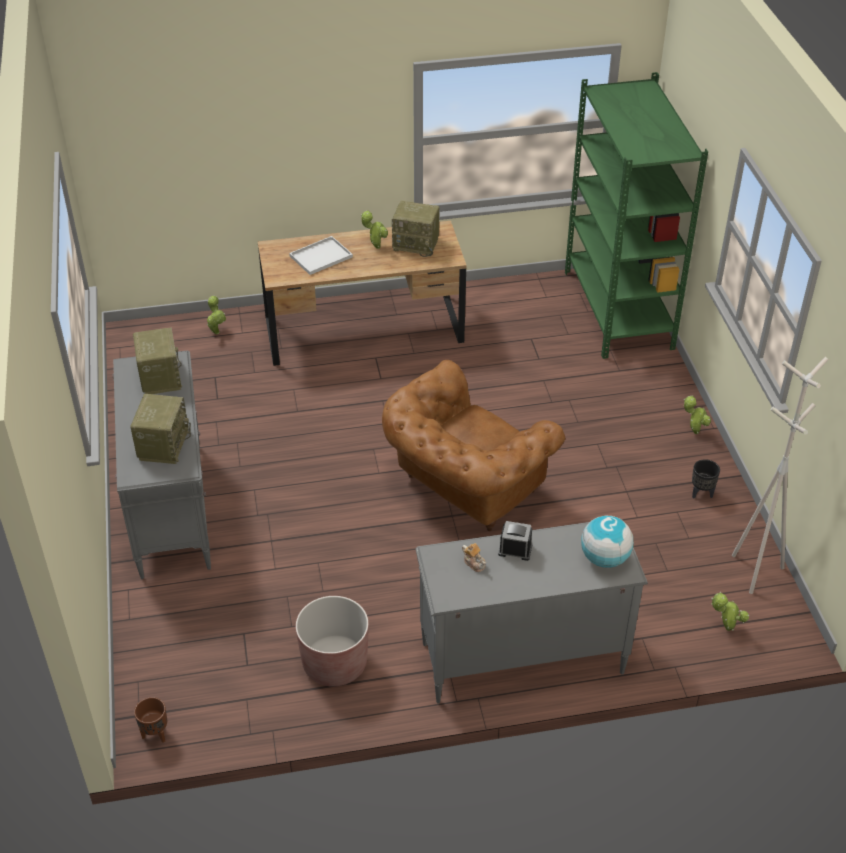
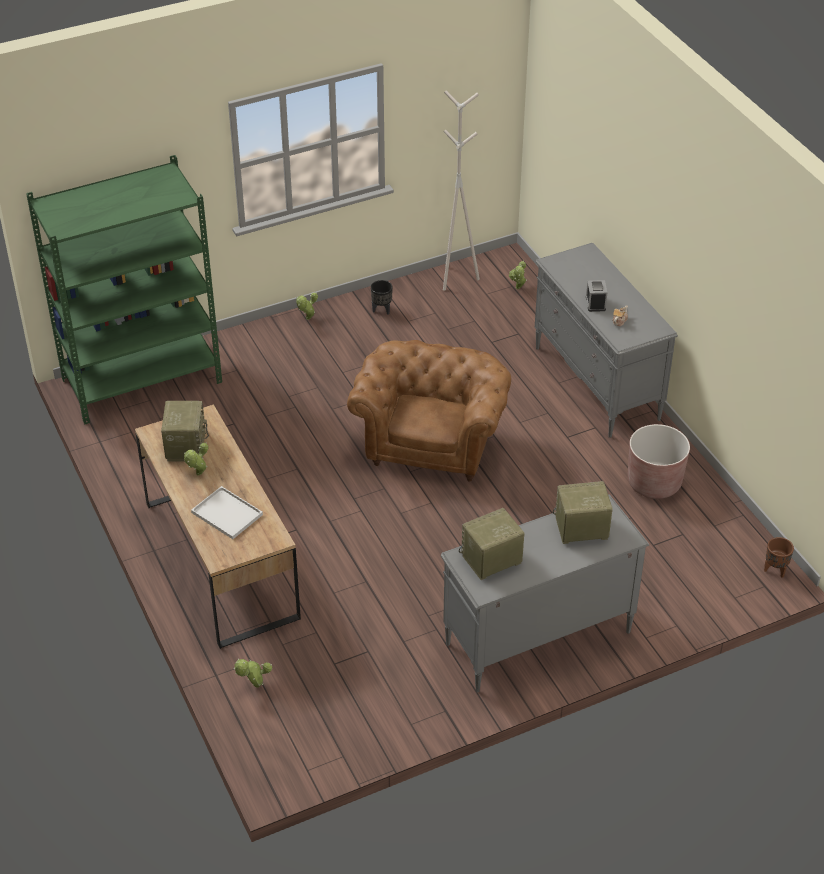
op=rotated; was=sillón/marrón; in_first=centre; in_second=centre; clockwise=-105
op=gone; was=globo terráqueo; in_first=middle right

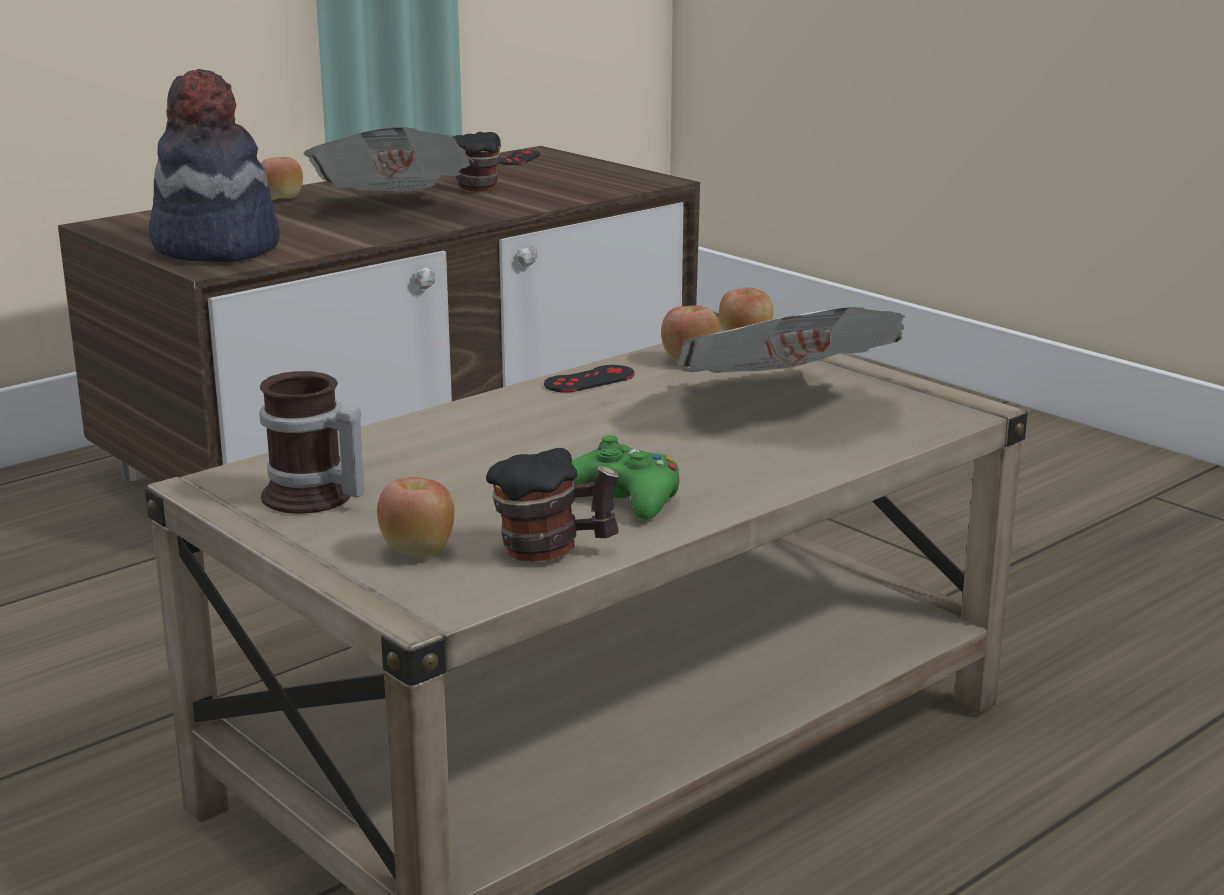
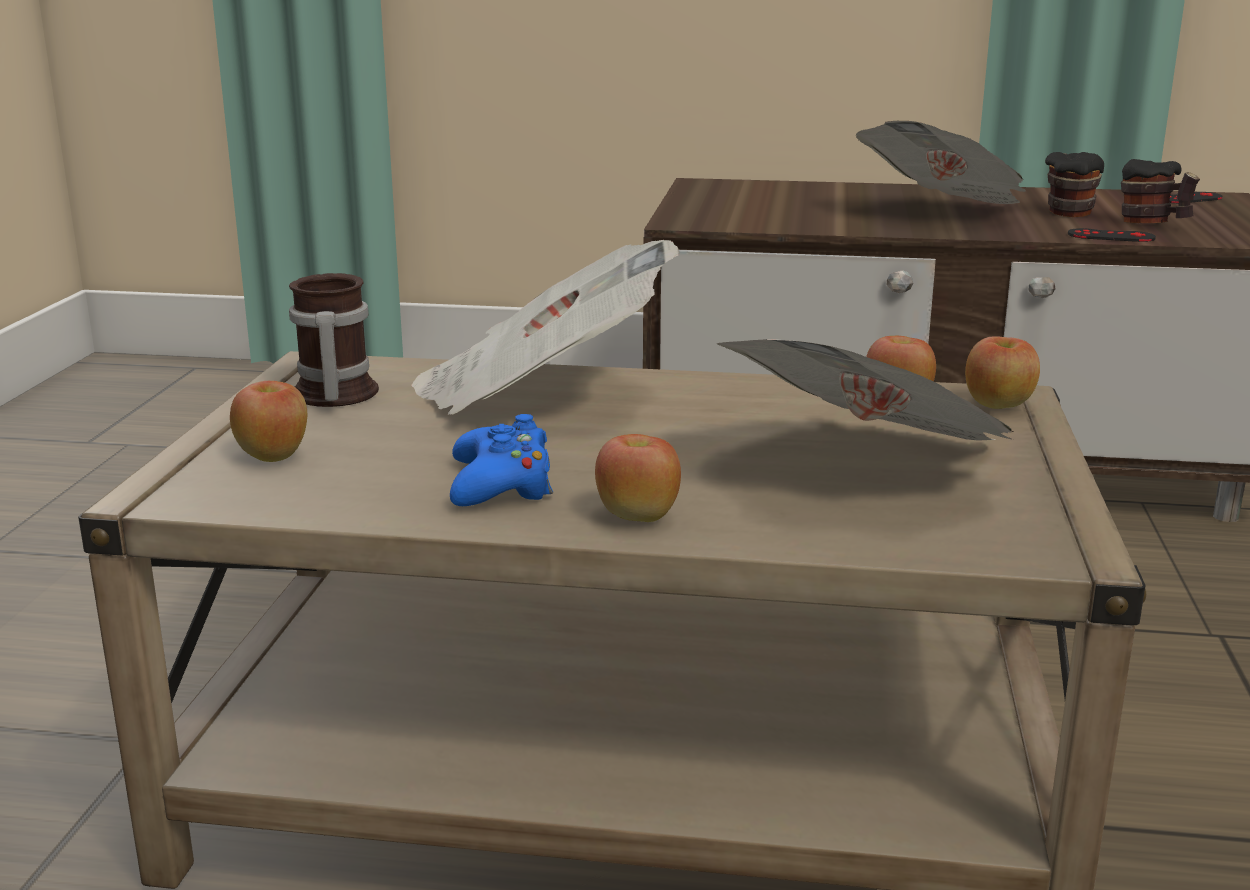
op=gone; was=sombrero; in_first=top left
op=shifted; was=manzana (no. 1 from left in the first image); now=manzana (no. 2 from left); in_first=top left; in_second=centre
op=shifted; was=taza grande (no. 3 from left); in_first=centre; in_second=top right
op=shifted; was=mando de consola/negro (no. 2 from left in the first image); now=mando de consola/negro (no. 1 from left); in_first=centre; in_second=top right
op=repainted; was=mando de consola/verde; now=mando de consola/azul; in_first=centre; in_second=centre
op=new; now=periódico (no. 1 from left); in_second=centre

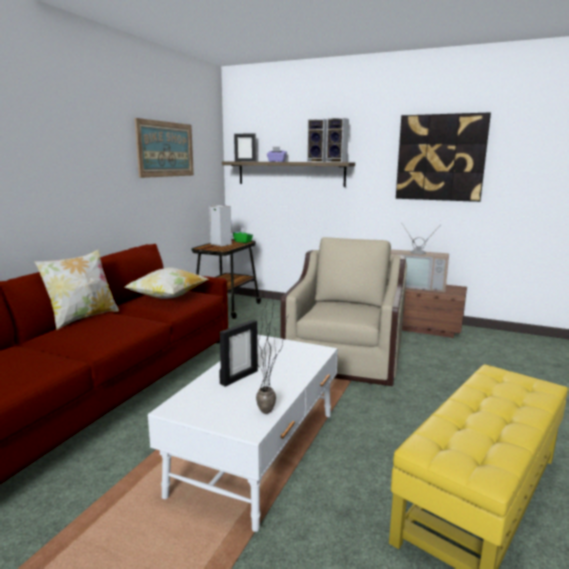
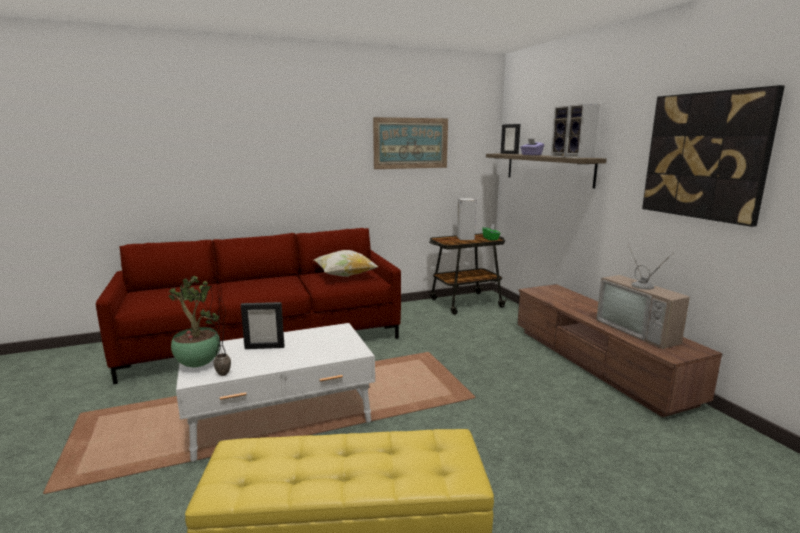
op=gone; was=cojín (no. 1 from left); in_first=middle left
op=gone; was=sillón/beis; in_first=centre
op=new; now=planta en maceta (no. 1 from left); in_second=middle left

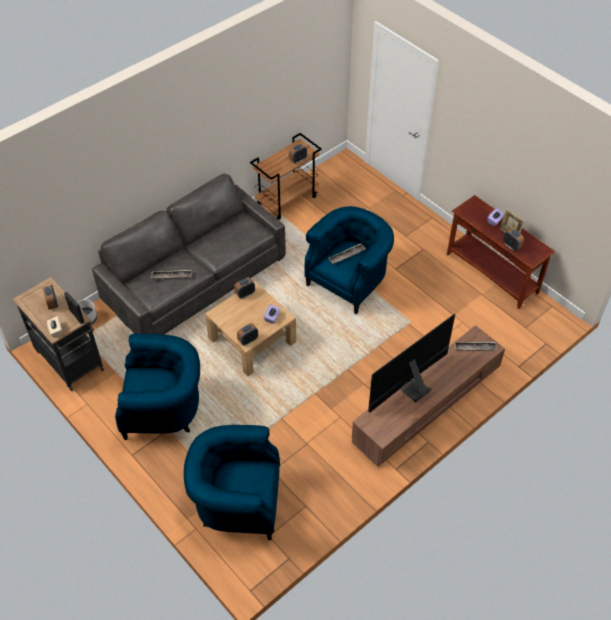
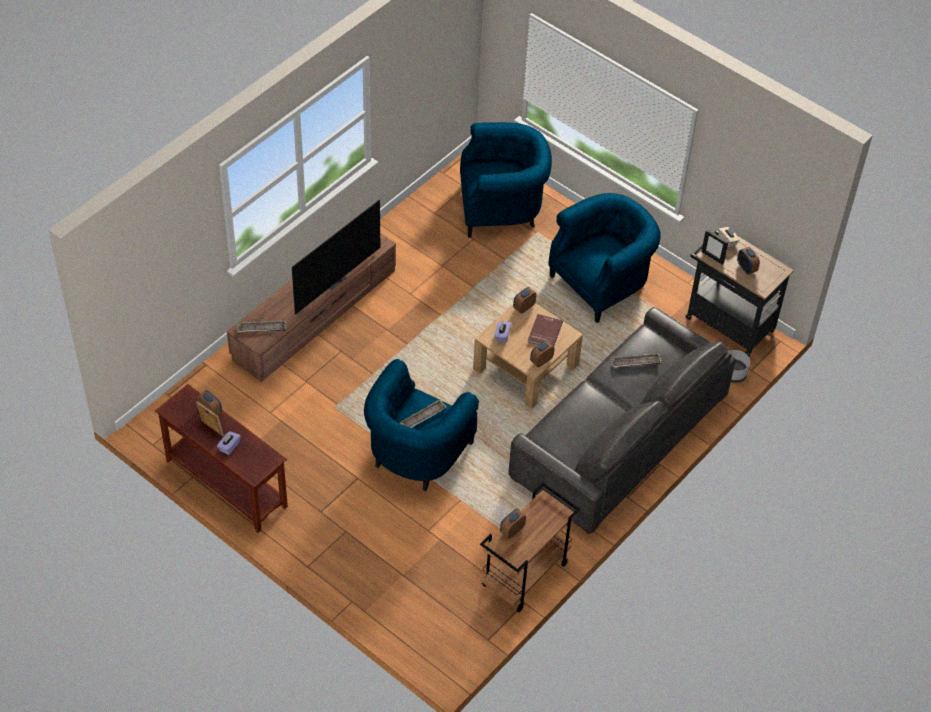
op=rotated; was=sillón/azul (no. 1 from left in the first image); in_first=middle left; in_second=centre; clockwise=150
op=new; now=libro/rojo; in_second=centre

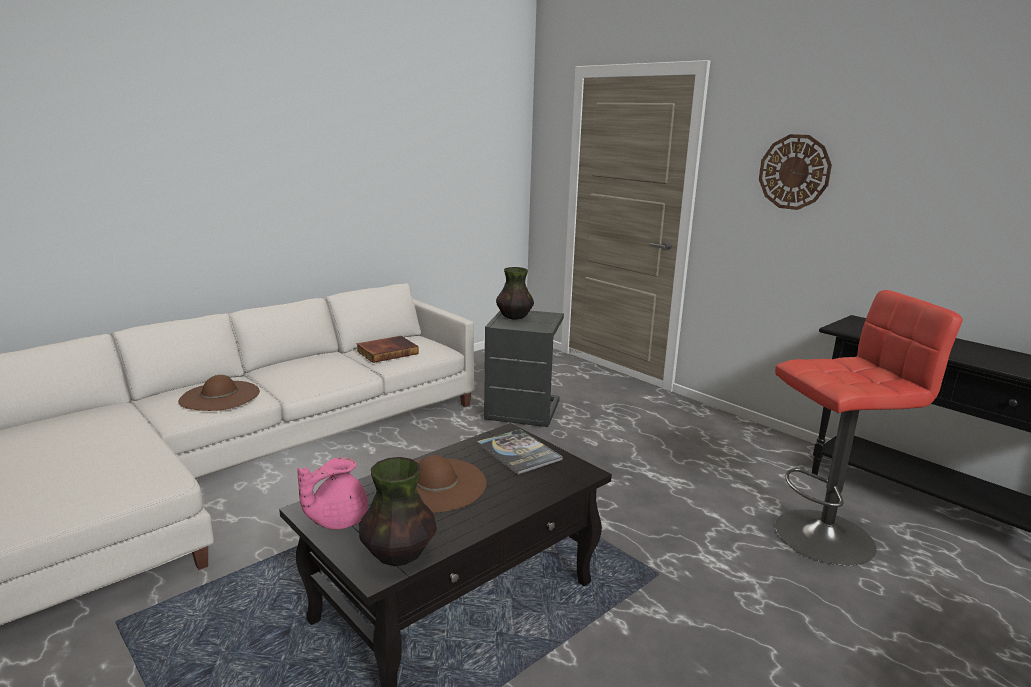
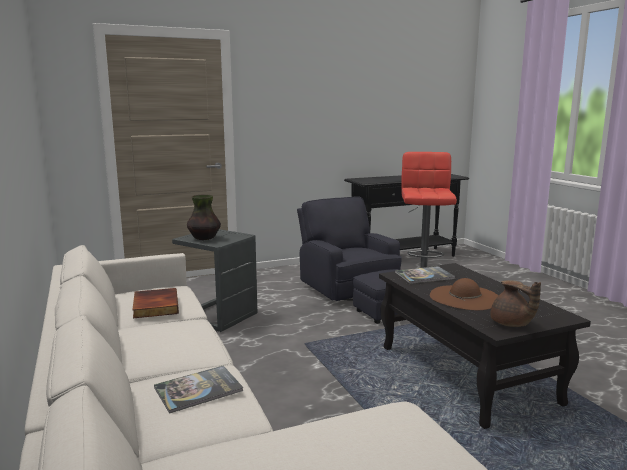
op=swapped; was=sombrero/marrón (no. 1 from left); now=libro (no. 2 from left); in_first=middle left; in_second=bottom left
op=repainted; was=tetera/rosa; now=tetera/marrón; in_first=bottom left; in_second=middle right
op=gone; was=florero (no. 1 from left); in_first=bottom centre
op=gone; was=reloj de pared; in_first=top right
op=new; now=sillón/negro; in_second=centre

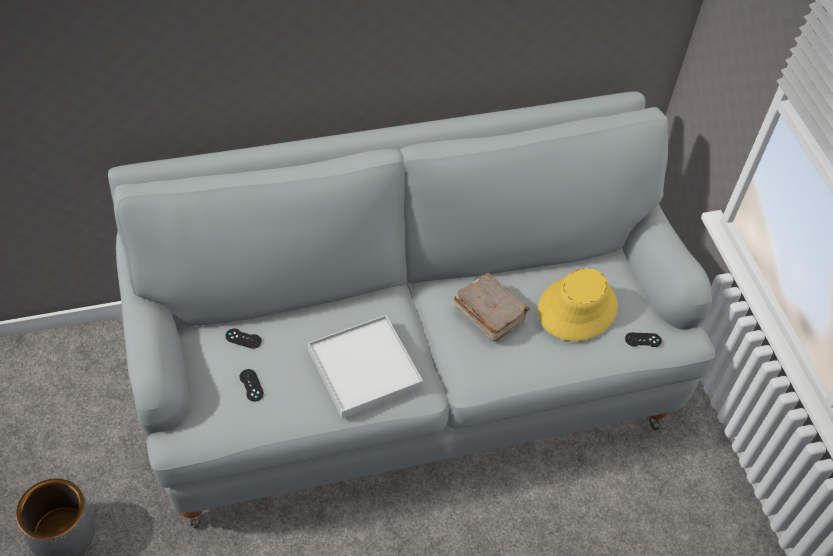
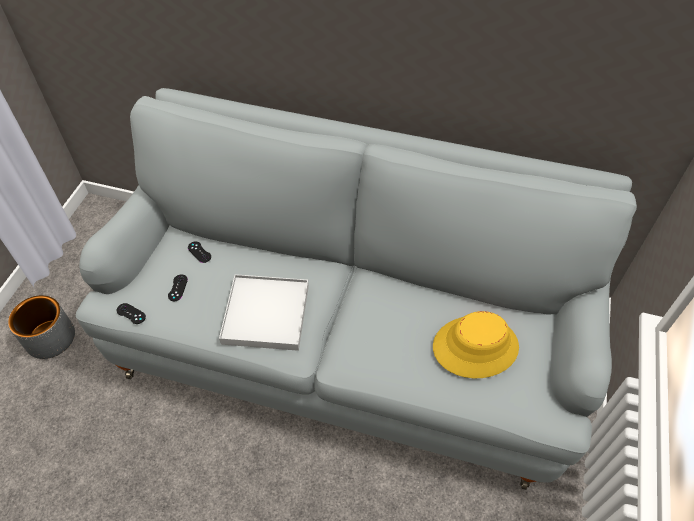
op=gone; was=libro/marrón; in_first=centre
op=shifted; was=mando de consola/negro (no. 3 from left in the first image); now=mando de consola/negro (no. 1 from left); in_first=middle right; in_second=middle left

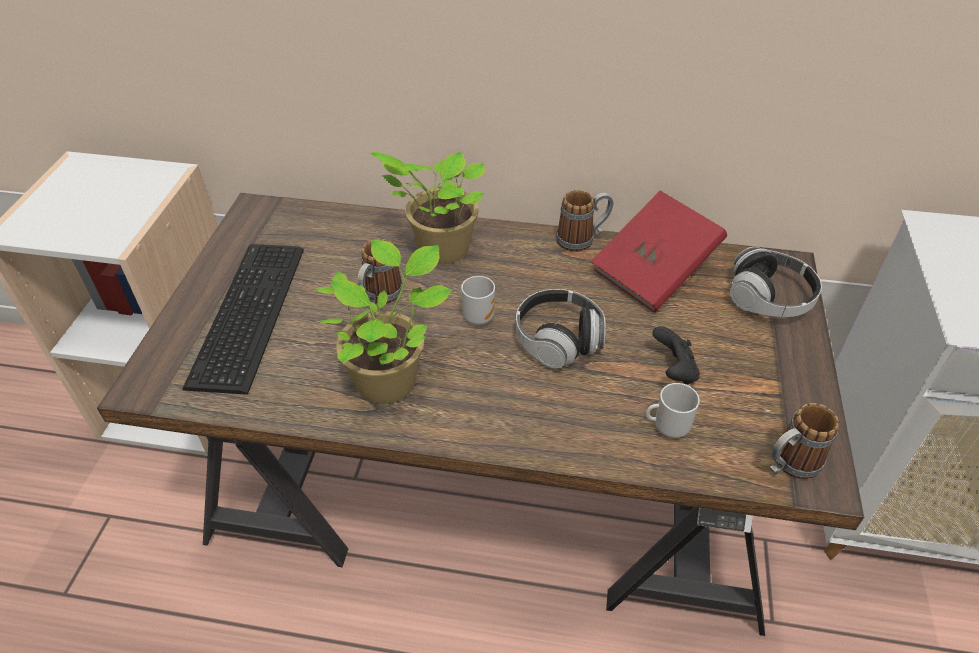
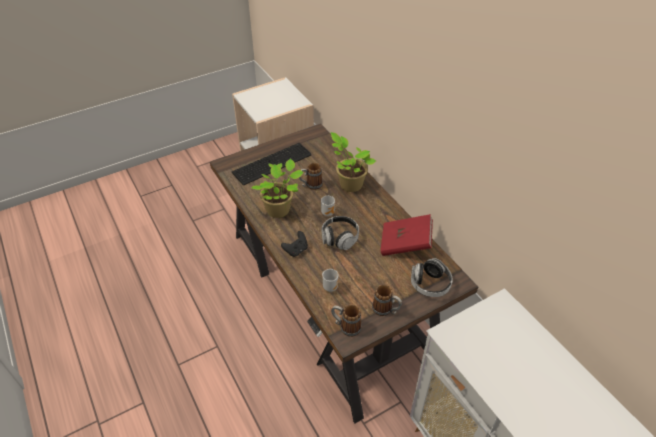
op=shifted; was=taza grande (no. 3 from left in the first image); now=taza grande (no. 5 from left); in_first=centre; in_second=bottom centre
op=shifted; was=mando de consola/negro; in_first=middle right; in_second=centre

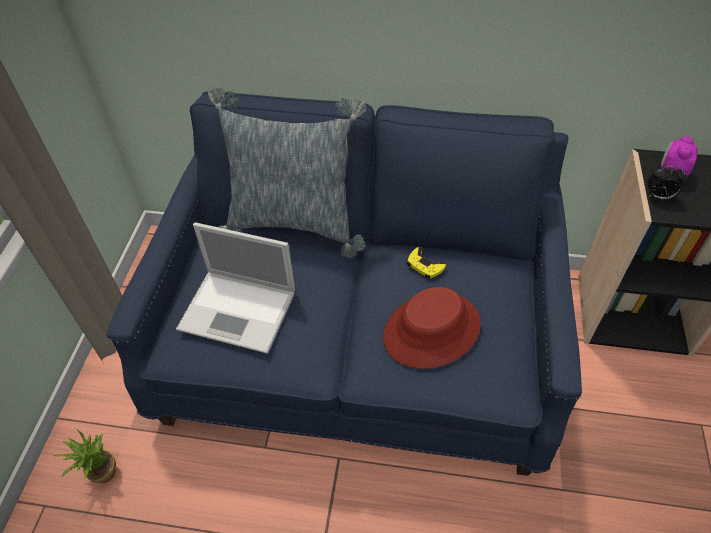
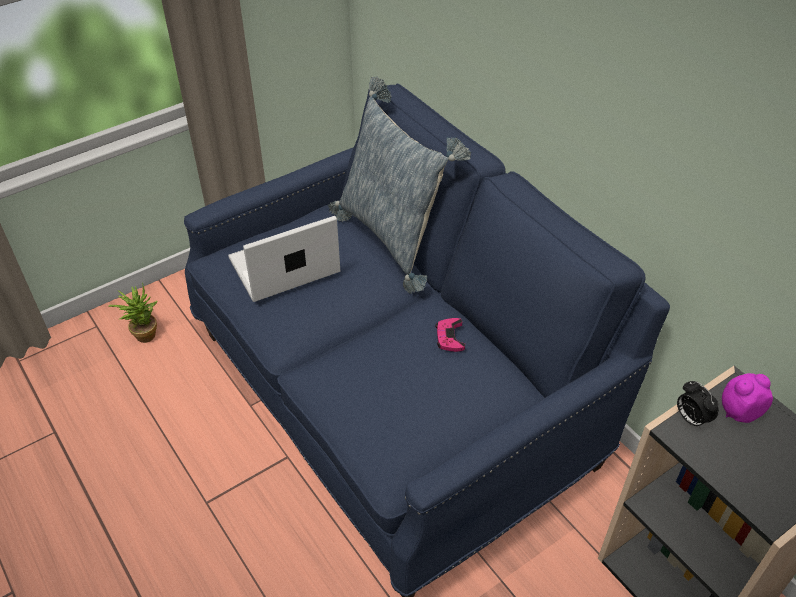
op=rotated; was=portátil; in_first=middle left; in_second=centre; clockwise=90
op=gone; was=sombrero/rojo; in_first=centre
op=repainted; was=mando de consola/amarillo; now=mando de consola/rosa; in_first=centre; in_second=centre

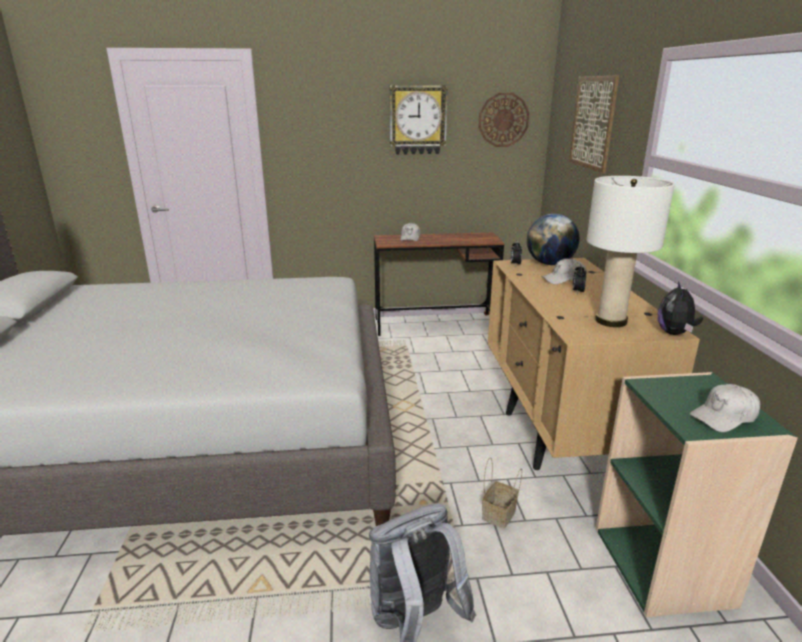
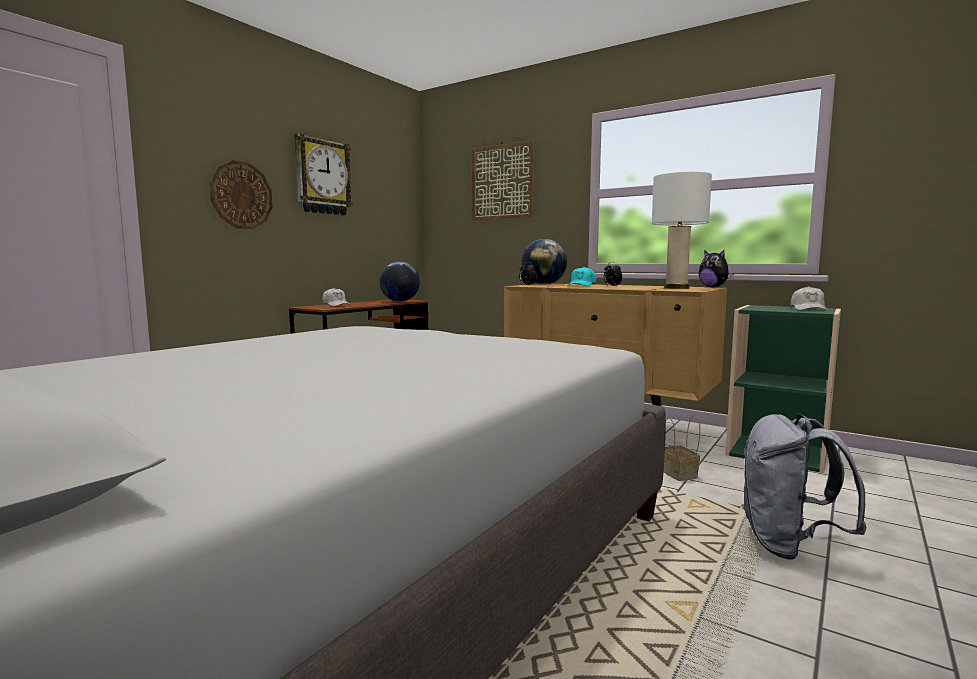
op=shifted; was=reloj de pared (no. 2 from left in the first image); now=reloj de pared (no. 1 from left); in_first=top centre; in_second=top left
op=repainted; was=gorra/blanco (no. 2 from left); now=gorra/turquesa; in_first=middle right; in_second=centre
op=new; now=globo terráqueo (no. 1 from left); in_second=centre

